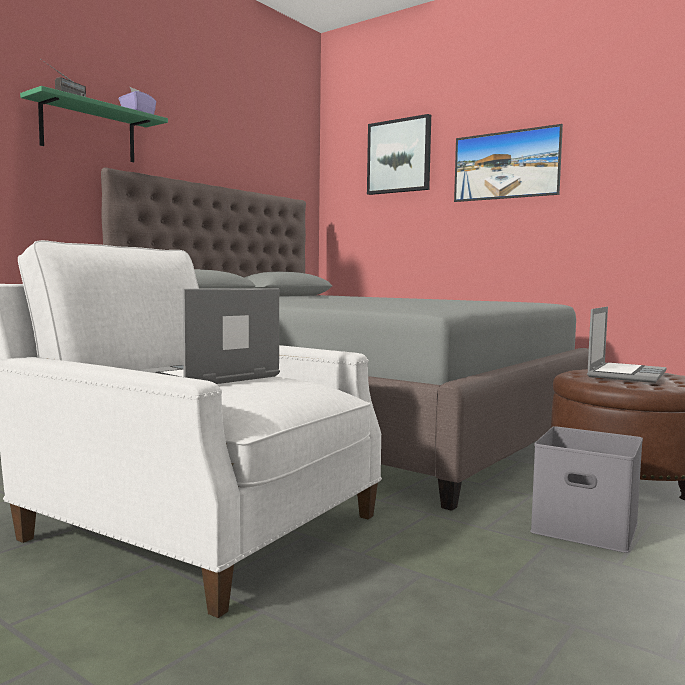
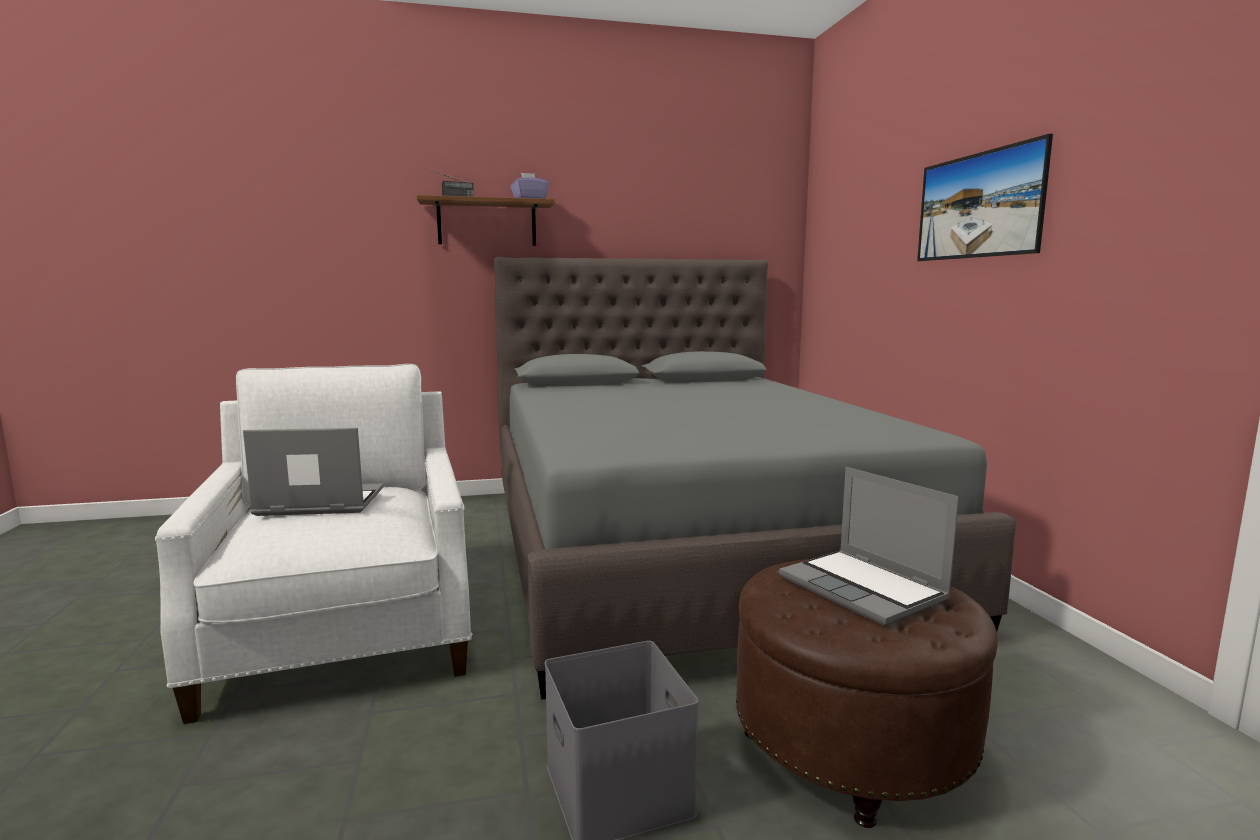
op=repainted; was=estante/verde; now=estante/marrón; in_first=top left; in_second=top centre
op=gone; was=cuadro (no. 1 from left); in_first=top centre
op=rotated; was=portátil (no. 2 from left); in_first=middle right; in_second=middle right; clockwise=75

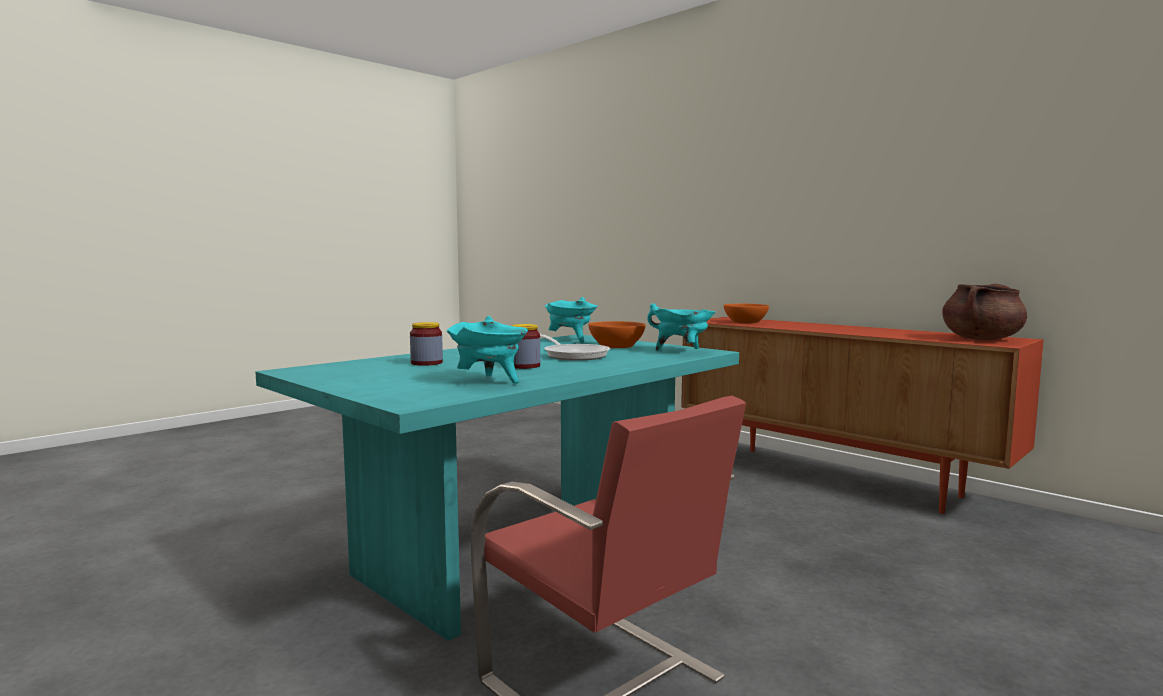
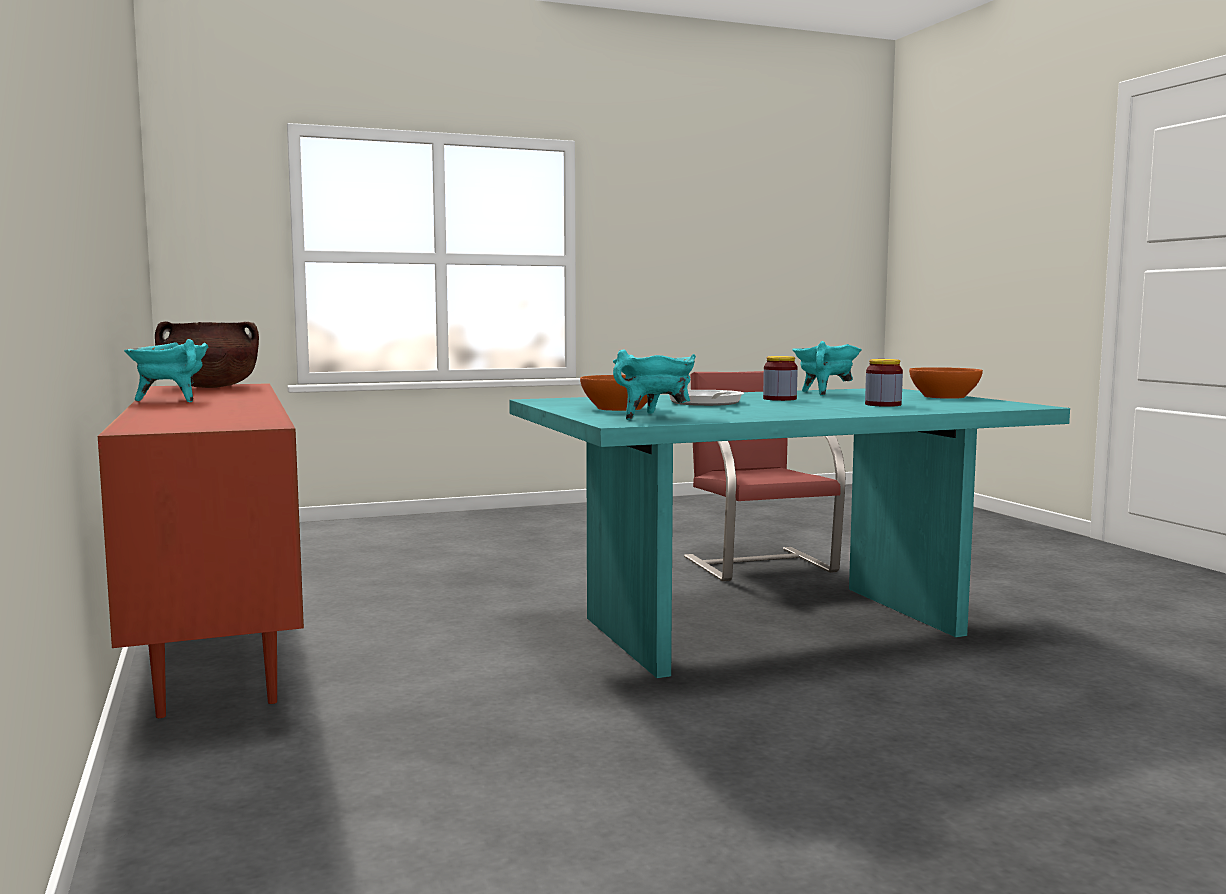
op=shifted; was=olla/turquesa (no. 3 from left in the first image); now=olla/turquesa (no. 1 from left); in_first=centre; in_second=middle left
op=shifted; was=cuenco/naranja (no. 2 from left); in_first=centre; in_second=middle right

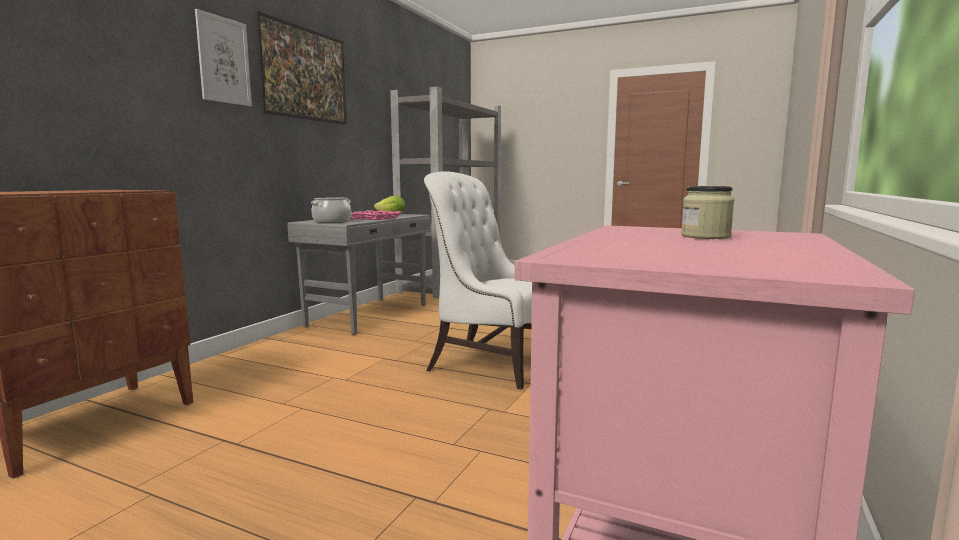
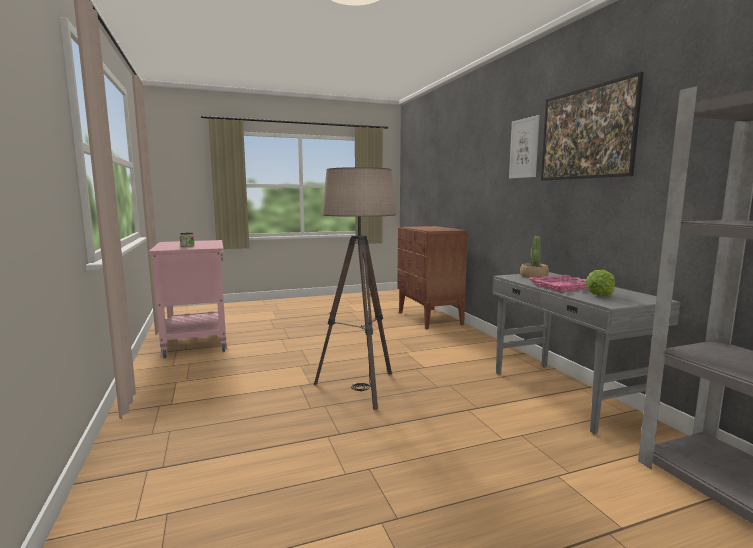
op=swapped; was=olla; now=planta en maceta; in_first=centre; in_second=middle right
op=swapped; was=silla/blanco; now=lámpara de pie; in_first=centre; in_second=centre

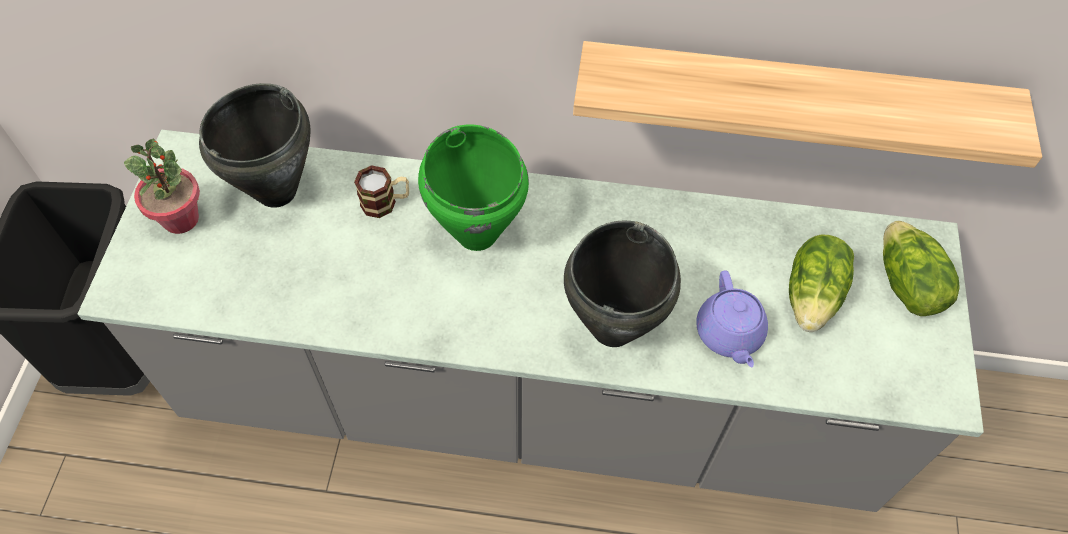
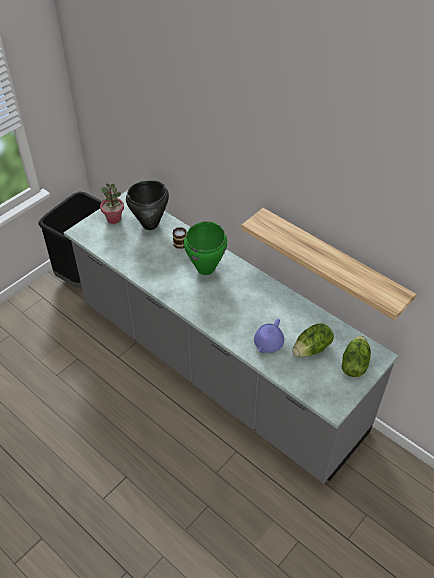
op=gone; was=olla/negro (no. 2 from left); in_first=centre

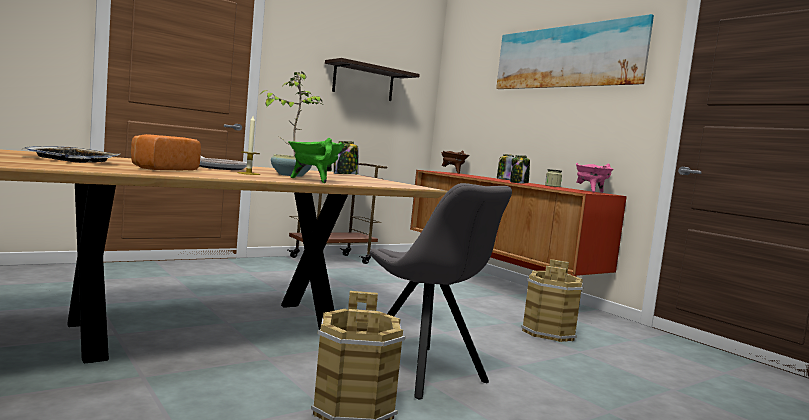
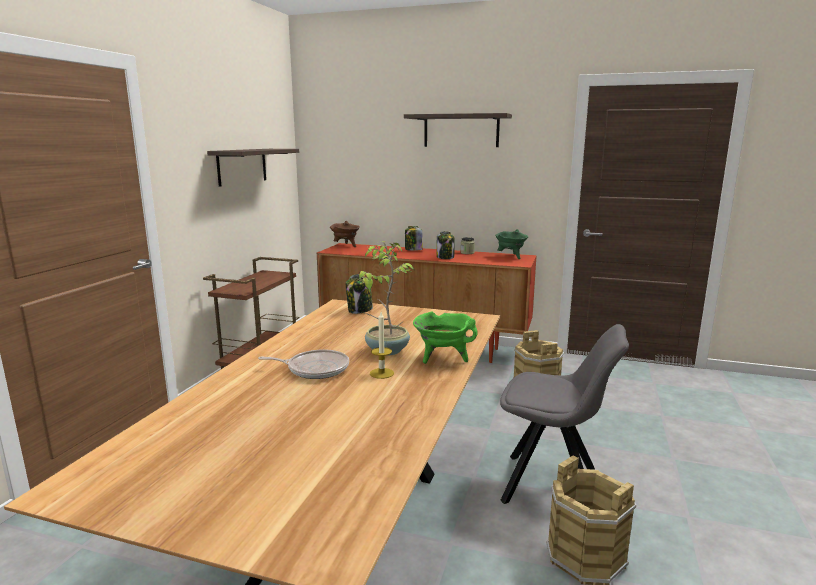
op=gone; was=bandeja; in_first=middle left
op=gone; was=pan; in_first=middle left
op=swapped; was=cuadro; now=estante (no. 2 from left); in_first=top right; in_second=top centre
op=repainted; was=olla/rosa; now=olla/verde (no. 2 from left); in_first=middle right; in_second=centre

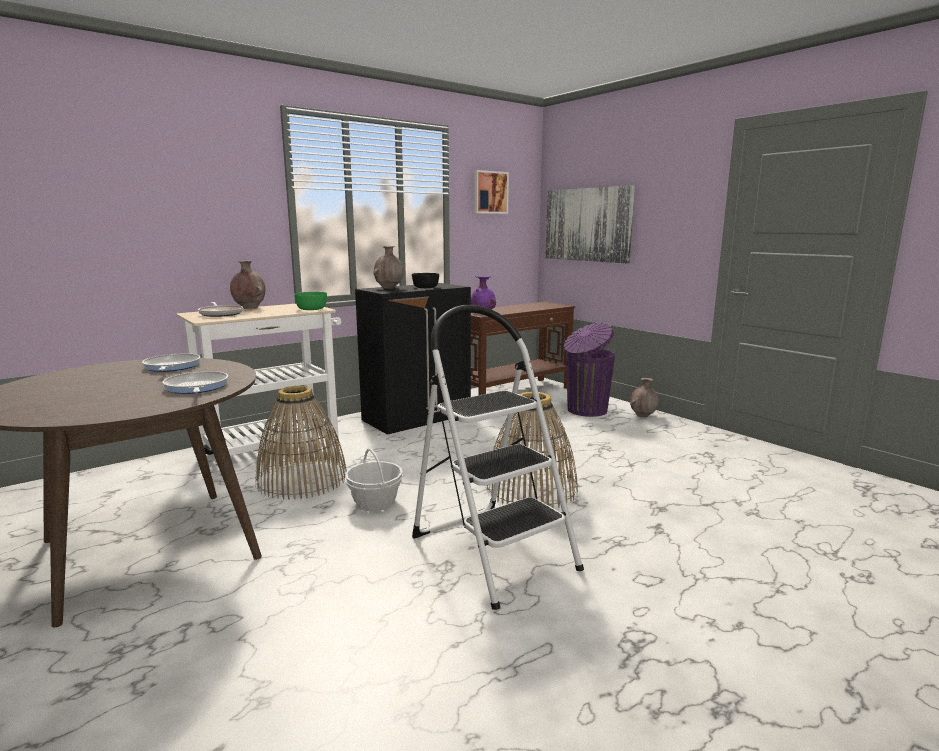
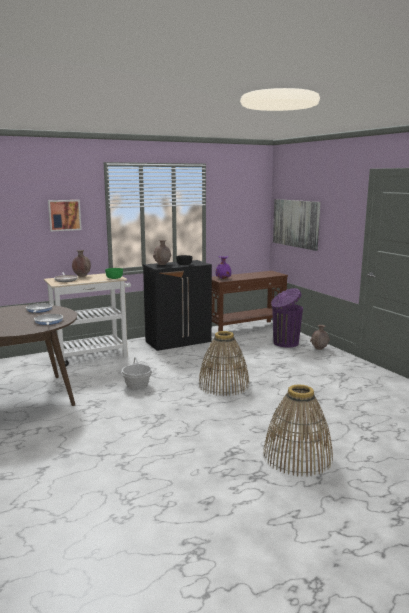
op=shifted; was=cesta (no. 1 from left in the first image); now=cesta (no. 3 from left); in_first=middle left; in_second=bottom right
op=gone; was=escalera de tijera; in_first=centre
op=shifted; was=cuadro (no. 1 from left); in_first=top centre; in_second=middle left

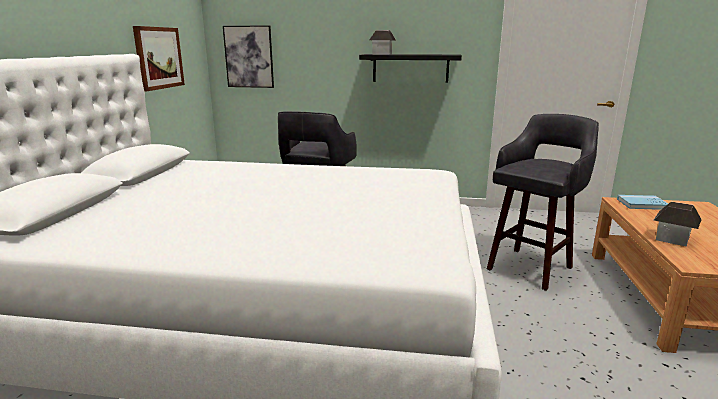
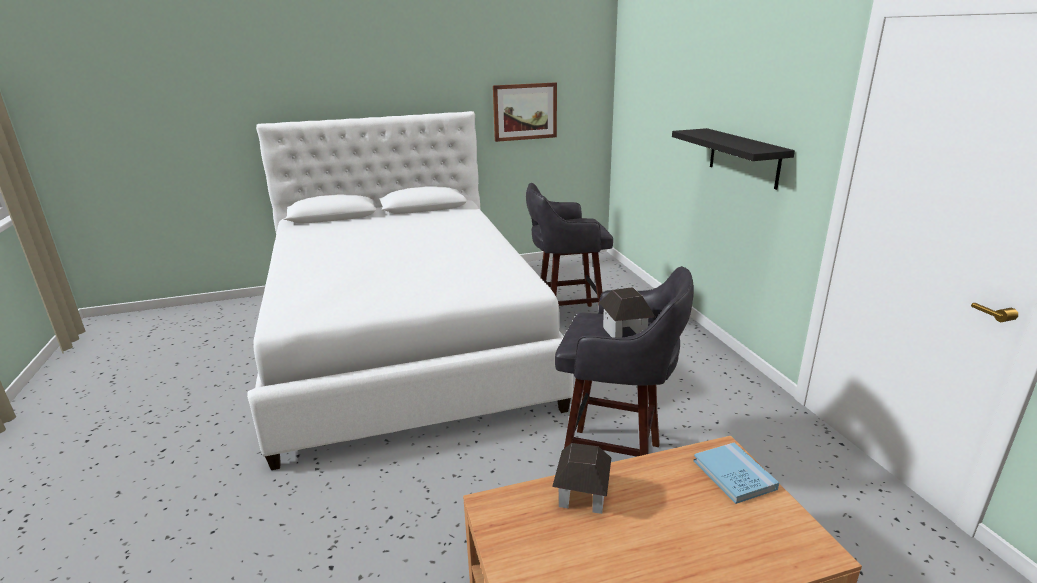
op=gone; was=cuadro (no. 2 from left); in_first=top centre
op=shifted; was=casita (no. 1 from left in the first image); now=casita (no. 2 from left); in_first=top centre; in_second=centre

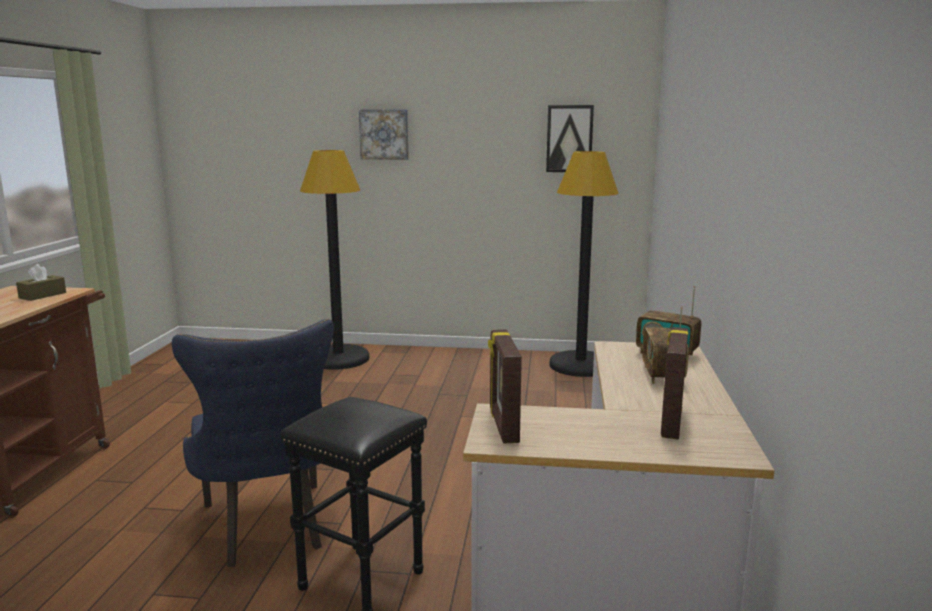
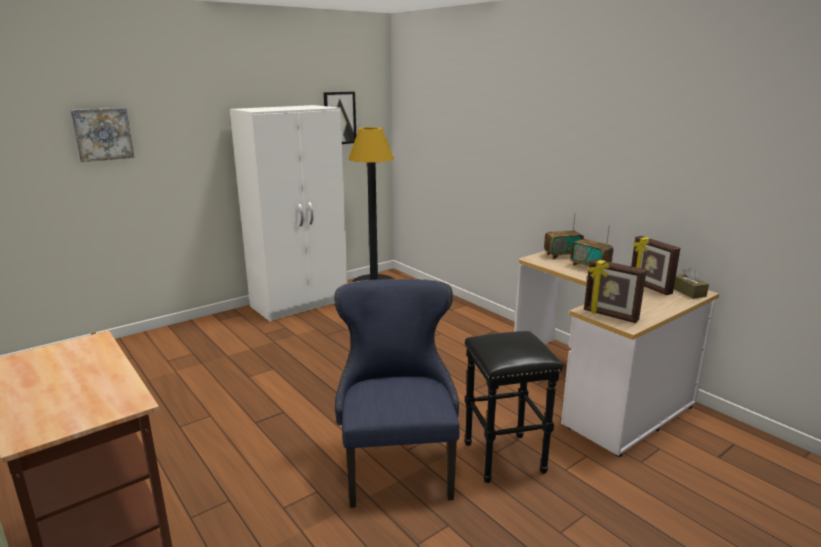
op=shifted; was=caja de pañuelos/marrón; in_first=middle left; in_second=middle right
op=rotated; was=silla/azul; in_first=bottom left; in_second=bottom centre; clockwise=-120
op=gone; was=lámpara de pie/negro (no. 1 from left); in_first=centre
op=shifted; was=cuadro (no. 1 from left); in_first=top centre; in_second=top left
op=new; now=armario ropero/blanco; in_second=centre

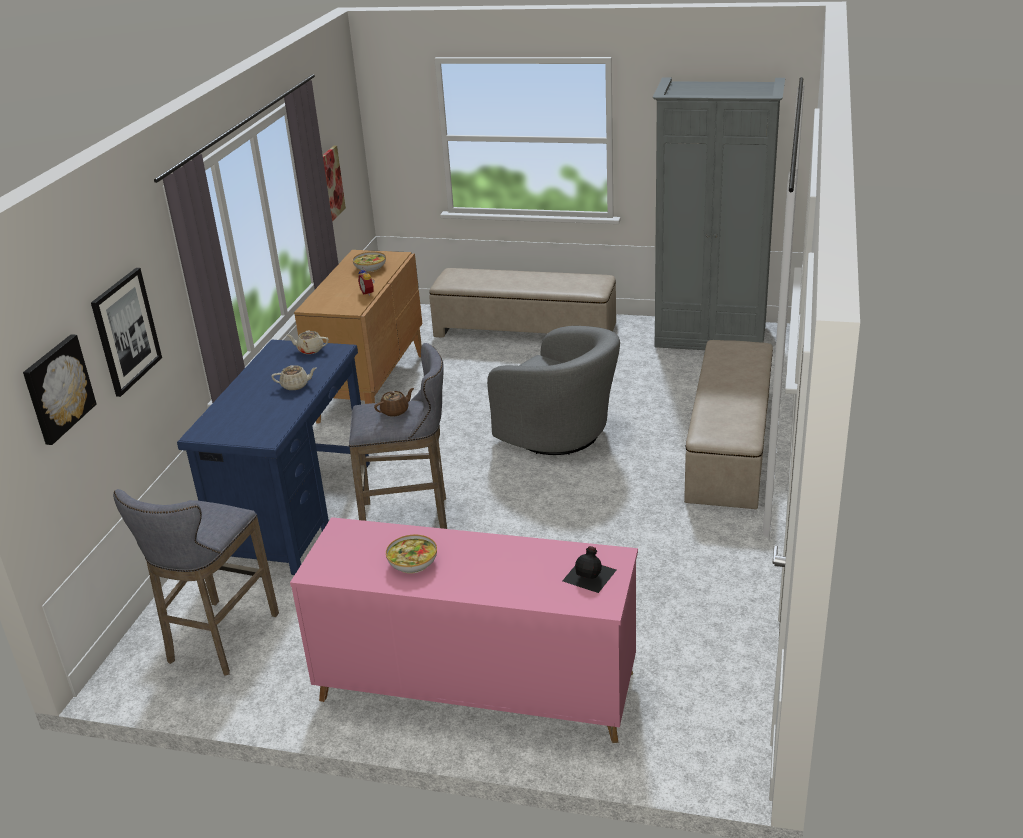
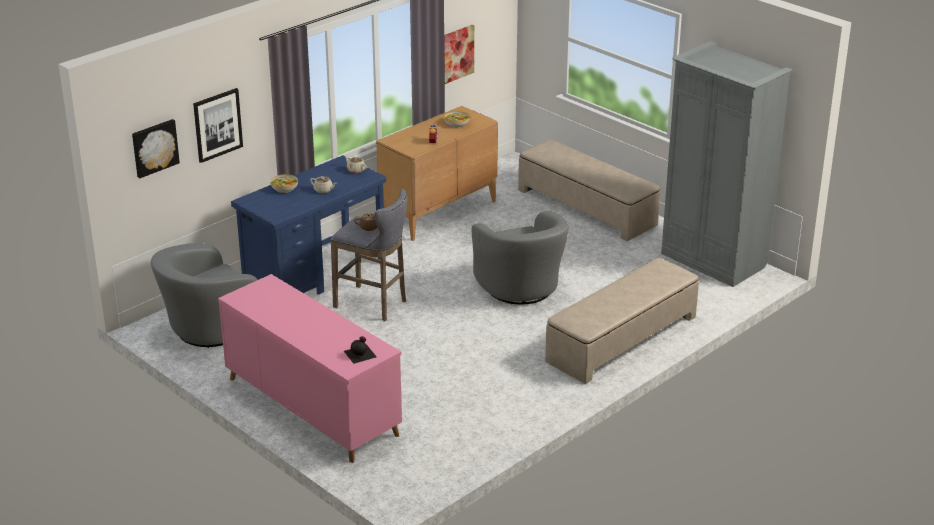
op=swapped; was=taburete/gris (no. 1 from left); now=sillón/gris (no. 1 from left); in_first=bottom left; in_second=middle left
op=shifted; was=cuenco (no. 2 from left in the first image); now=cuenco (no. 1 from left); in_first=centre; in_second=middle left

